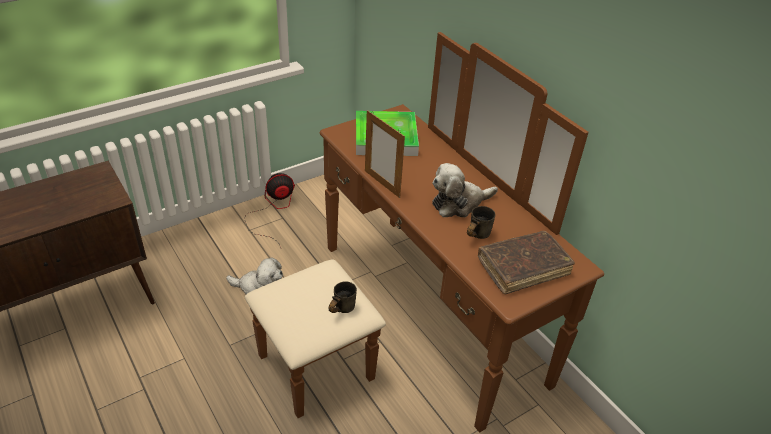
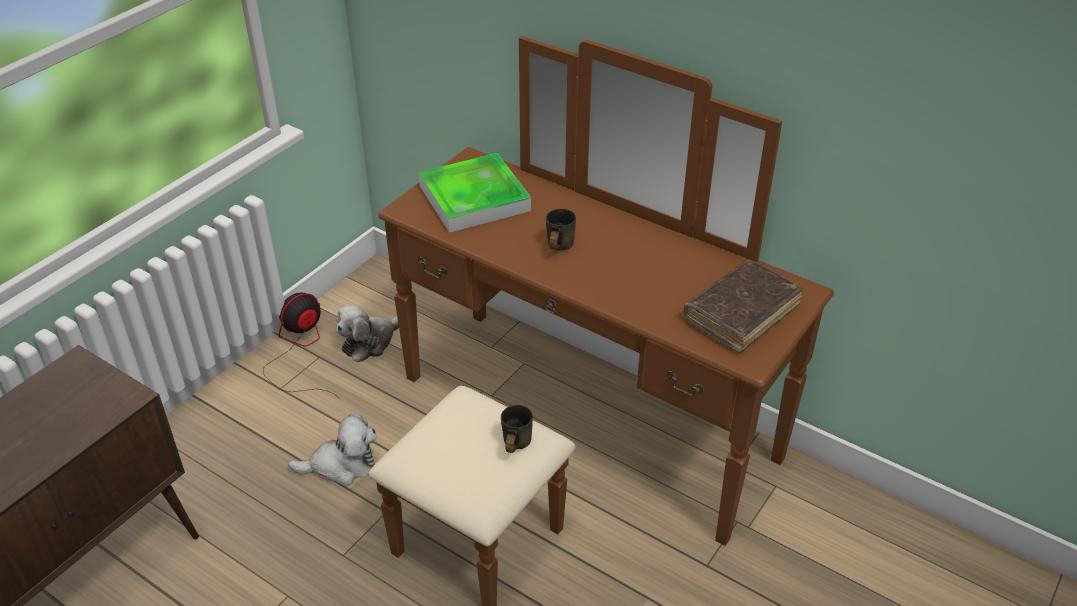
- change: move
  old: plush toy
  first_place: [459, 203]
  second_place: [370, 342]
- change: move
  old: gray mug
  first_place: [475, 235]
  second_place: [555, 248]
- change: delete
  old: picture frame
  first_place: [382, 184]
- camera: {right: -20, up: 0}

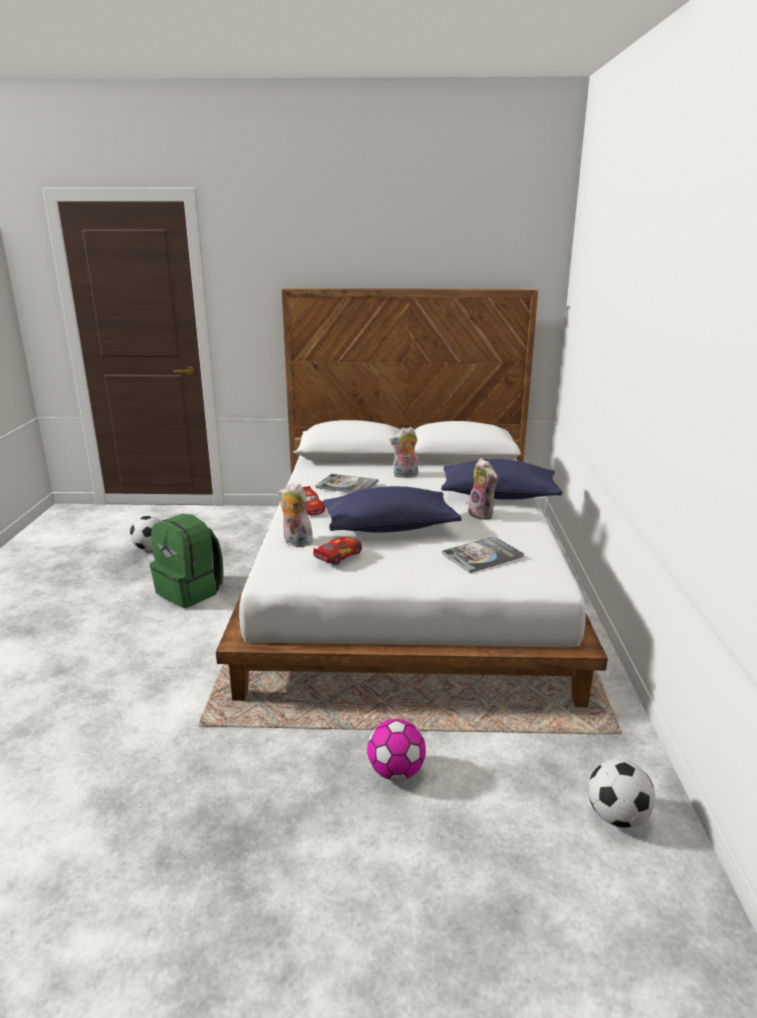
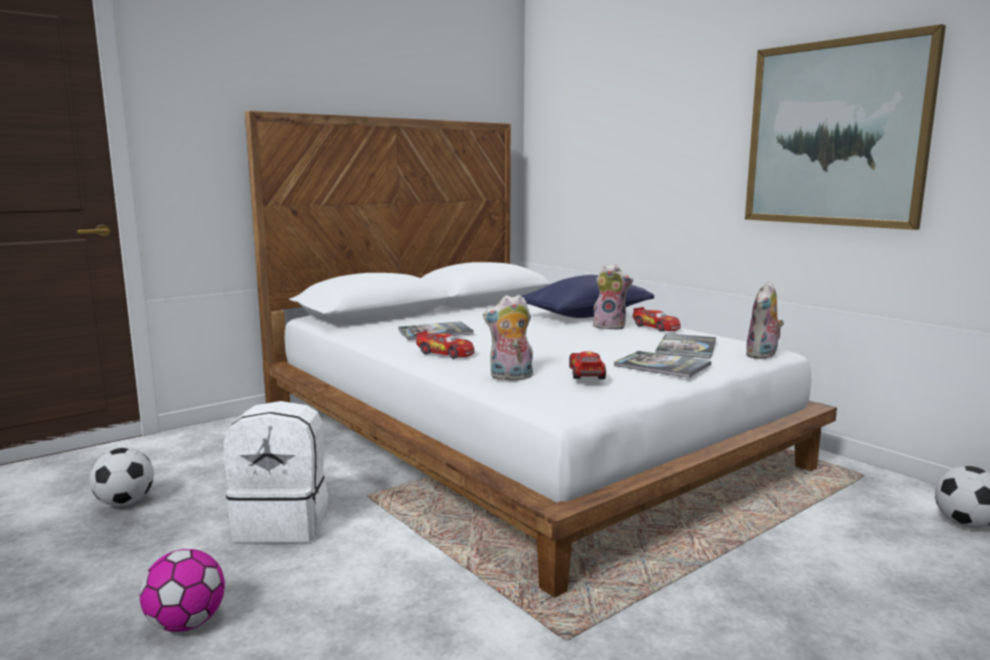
- change: move
  old: football
  first_place: [396, 772]
  second_place: [186, 624]
- change: recolor
  old: greenish rucksack
  new: white rucksack
  first_place: [191, 591]
  second_place: [284, 524]
- change: insert
  new: book
  second_place: [662, 366]
- change: insert
  new: model car
  second_place: [656, 327]
- change: insert
  new: wall art
  second_place: [835, 134]
- change: move
  old: plush toy
  first_place: [405, 476]
  second_place: [763, 355]
- change: delete
  old: blue-coloured pillow
  first_place: [389, 527]
- camera: {right: -40, up: -10}

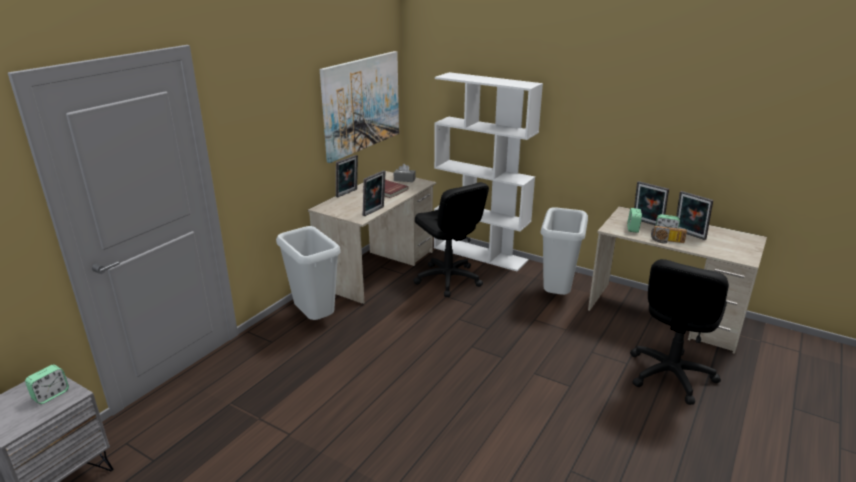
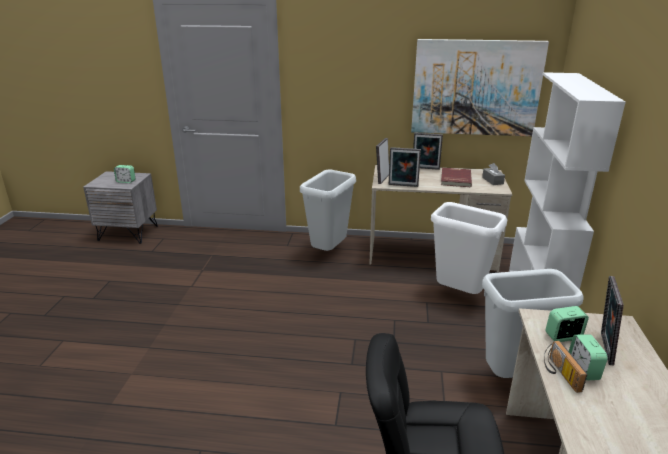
- change: move
  old: picture frame
  first_place: [688, 235]
  second_place: [382, 179]
- change: replace
  old: black computer chair
  new: white trash can
  first_place: [448, 279]
  second_place: [458, 295]
- camera: {right: 65, up: 0}

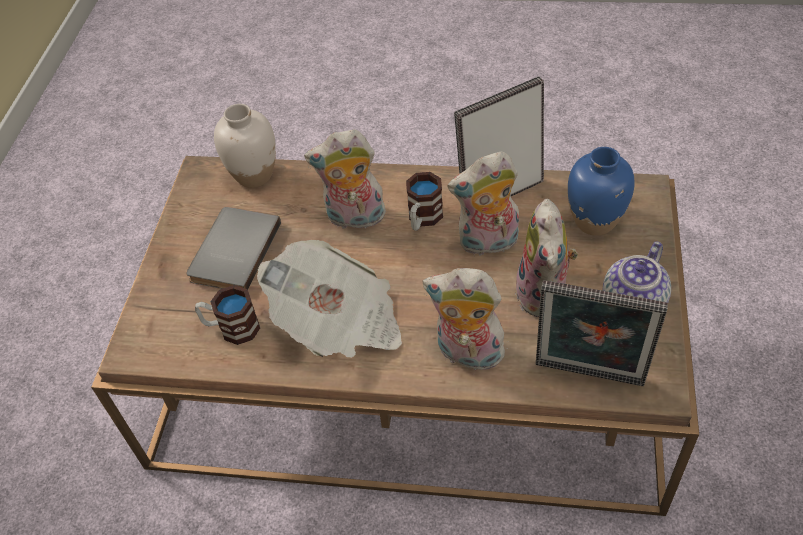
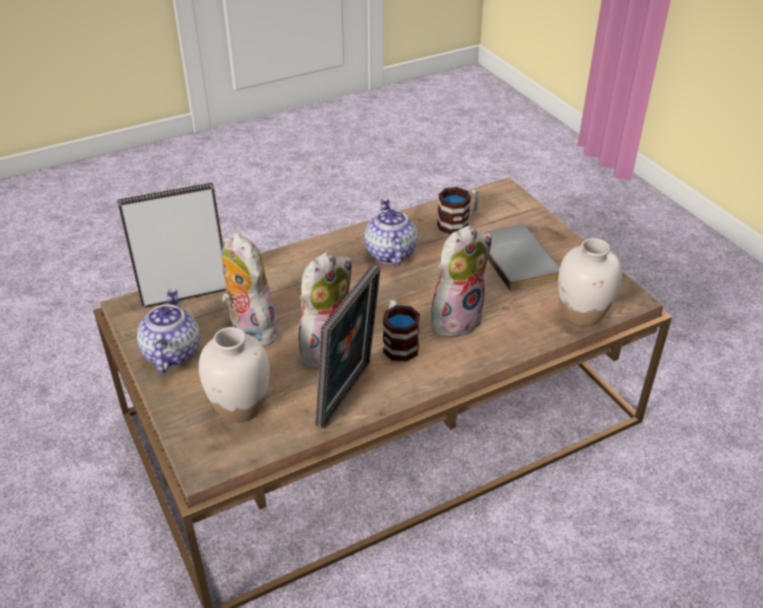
- change: recolor
  old: blue-coloured flower vase
  new: white flower vase
  first_place: [595, 221]
  second_place: [240, 408]
- change: replace
  old: printed paper
  new: tea pot
  first_place: [339, 323]
  second_place: [389, 253]
- change: delete
  old: plush toy
  first_place: [467, 354]
- camera: {right: 140, up: -10}

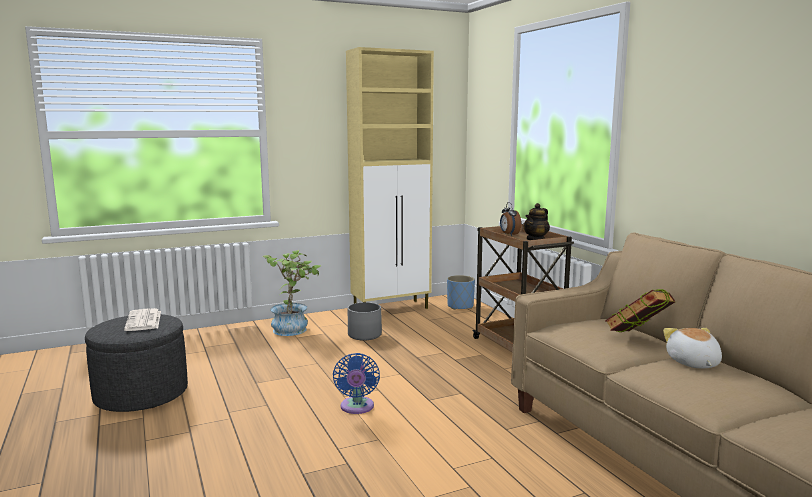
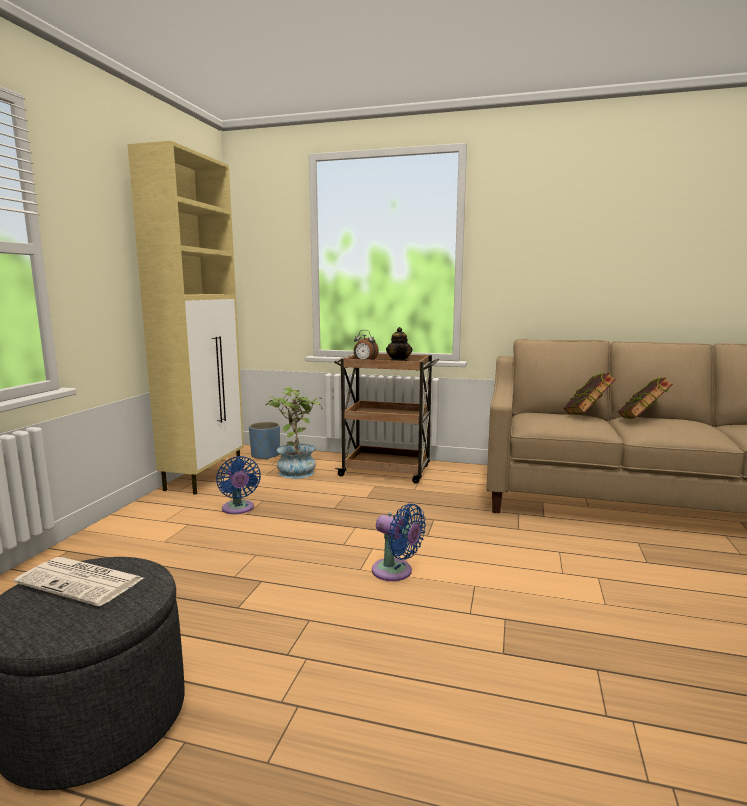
- change: replace
  old: gray planter
  new: blue-coloured electric fan
  first_place: [365, 335]
  second_place: [238, 509]
- change: move
  old: houseplant
  first_place: [294, 328]
  second_place: [296, 470]
- change: replace
  old: plush toy
  new: book
  first_place: [692, 363]
  second_place: [641, 421]
- camera: {right: -50, up: 0}

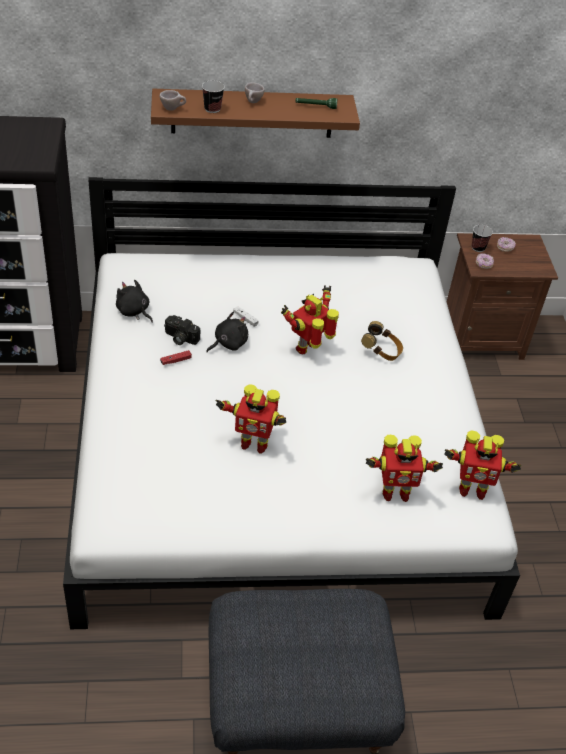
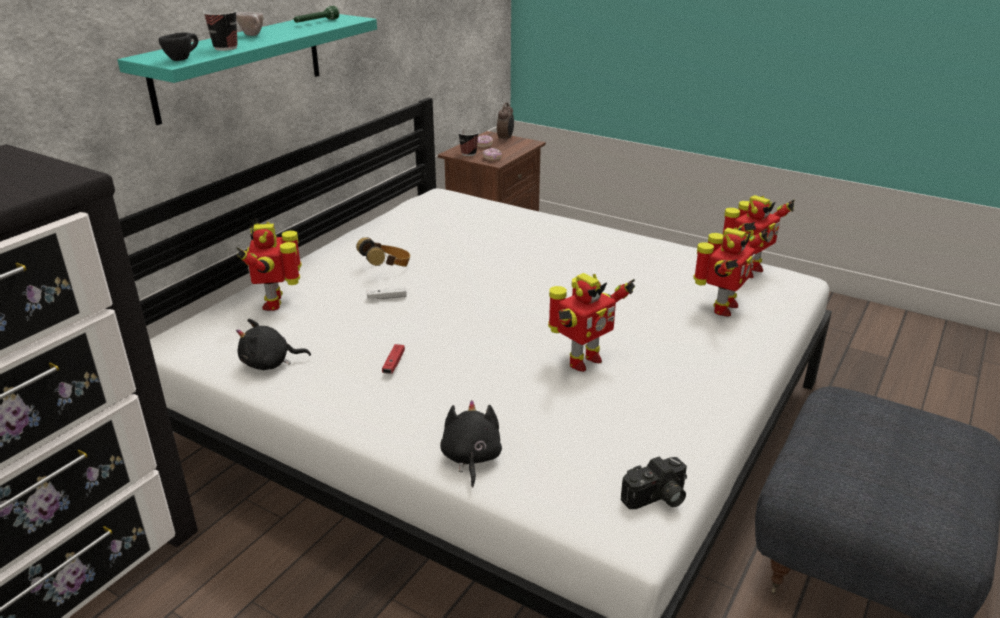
- change: recolor
  old: brown wall shelf
  new: turquoise-coloured wall shelf
  first_place: [252, 113]
  second_place: [239, 66]
- change: recolor
  old: beige-coloured drinking cup
  new: black drinking cup
  first_place: [173, 109]
  second_place: [182, 59]
- change: move
  old: robot figure
  first_place: [308, 348]
  second_place: [276, 302]
- change: move
  old: headphones
  first_place: [381, 351]
  second_place: [386, 267]
- change: move
  old: black plush toy
  first_place: [228, 343]
  second_place: [471, 458]
- change: insert
  new: table clock
  second_place: [505, 139]
- change: move
  old: photo camera
  first_place: [180, 338]
  second_place: [656, 498]
- camera: {right: -50, up: -15}

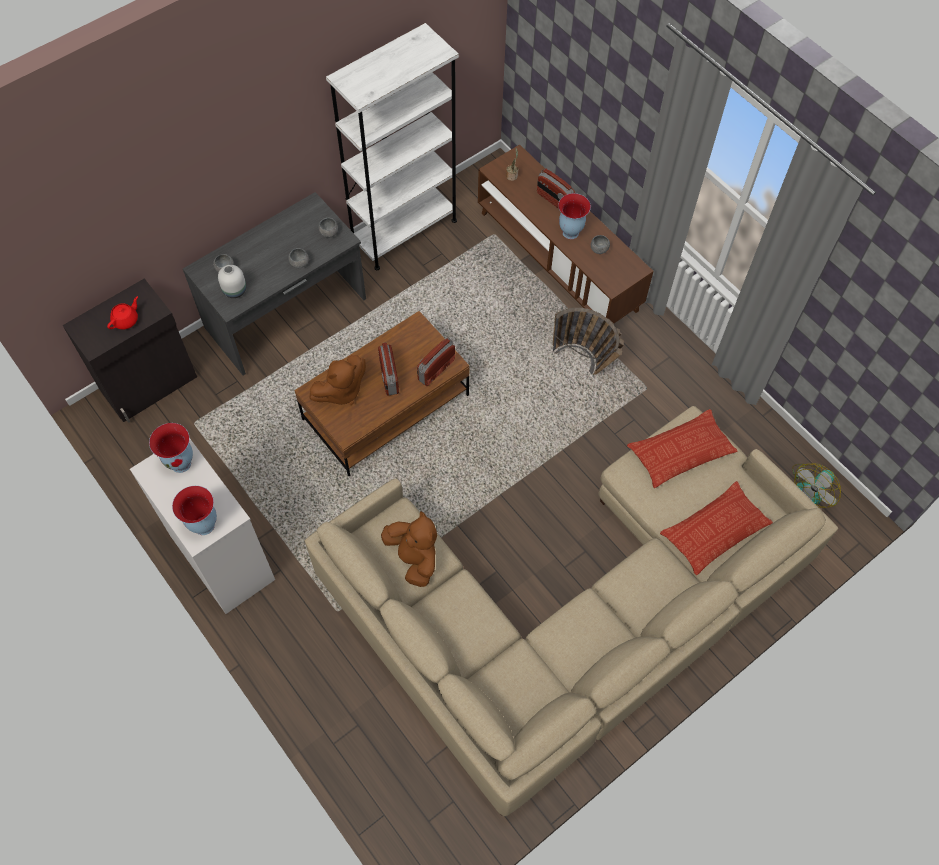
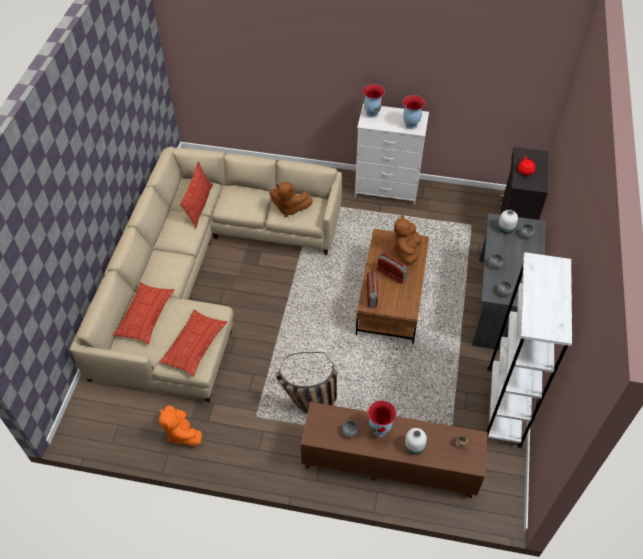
- change: insert
  new: orange-coloured plush toy
  second_place: [181, 433]
- change: insert
  new: pillow
  second_place: [199, 205]
- change: replace
  old: radio receiver
  new: white flower vase
  first_place: [554, 200]
  second_place: [413, 447]
- change: delete
  old: electric fan
  first_place: [810, 489]
- camera: {right: 140, up: -10}

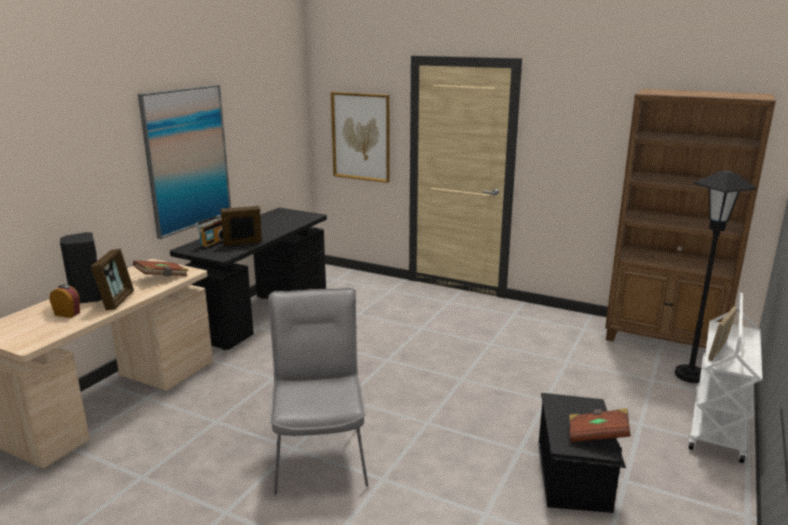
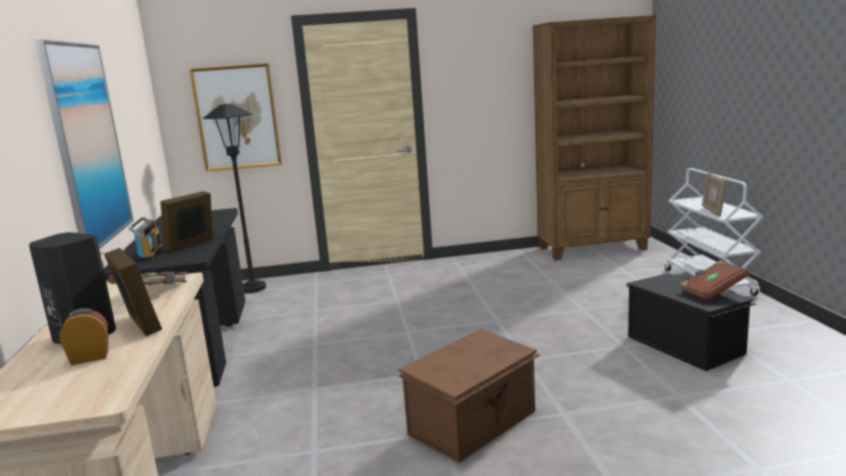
- change: move
  old: black floor lamp
  first_place: [690, 375]
  second_place: [253, 288]
- change: replace
  old: gray plain chair
  new: brown storage box
  first_place: [320, 453]
  second_place: [474, 423]
- camera: {right: -35, up: -5}

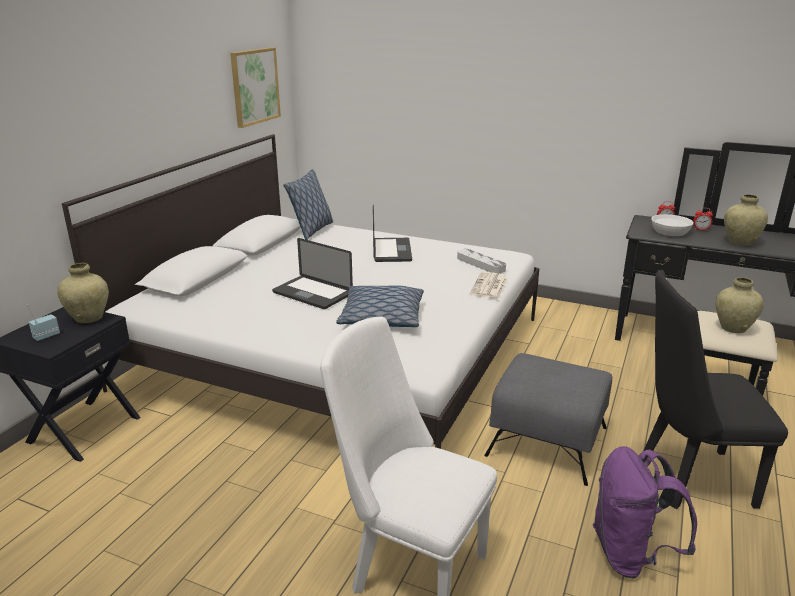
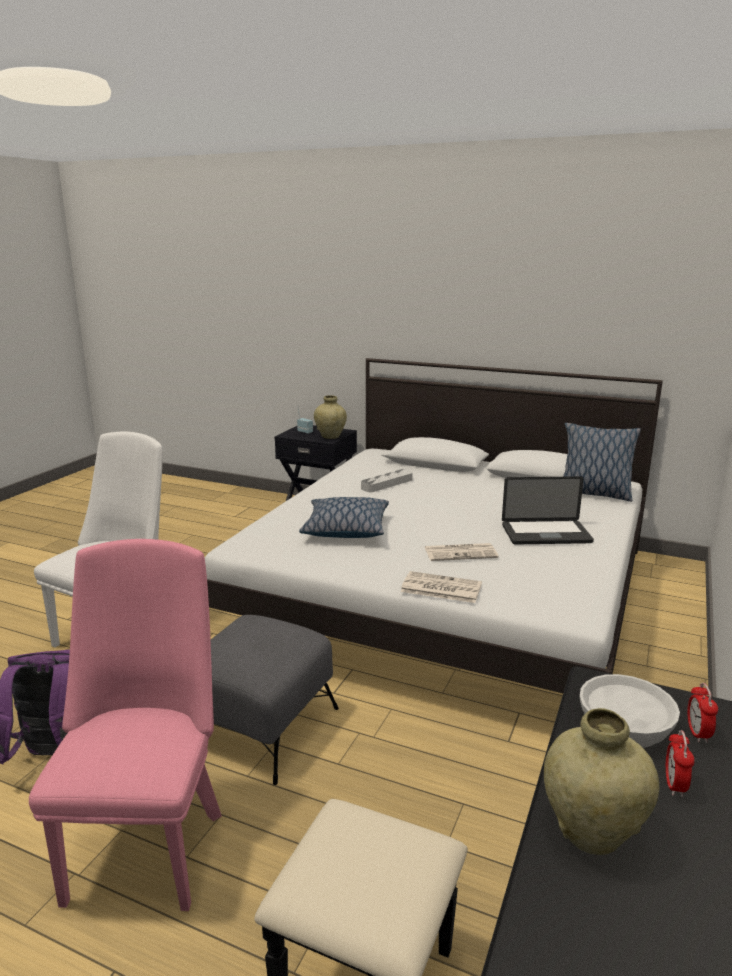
- change: recolor
  old: black plain chair
  new: pink-coloured plain chair
  first_place: [687, 477]
  second_place: [148, 844]
- change: move
  old: gray tray
  first_place: [480, 264]
  second_place: [387, 484]
- change: insert
  new: printed paper
  second_place: [461, 552]
- change: delete
  old: wall art
  first_place: [254, 86]
- change: delete
  old: portable computer
  first_place: [312, 293]
- change: delete
  old: beige-coloured flower vase
  first_place: [733, 328]
- camera: {right: 90, up: -5}

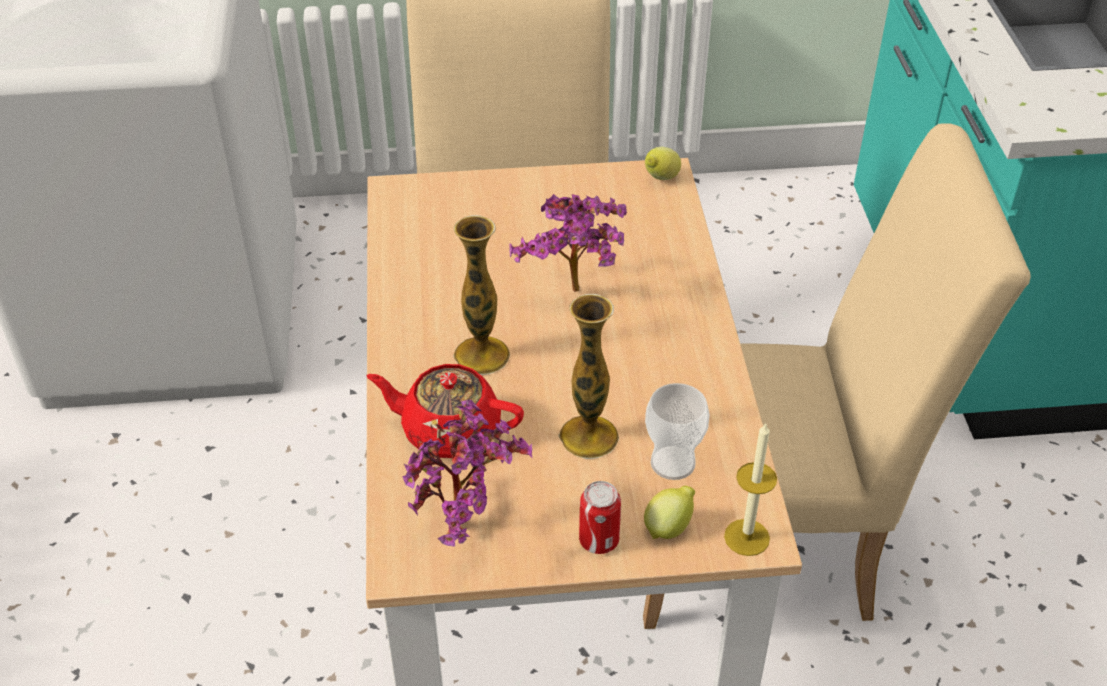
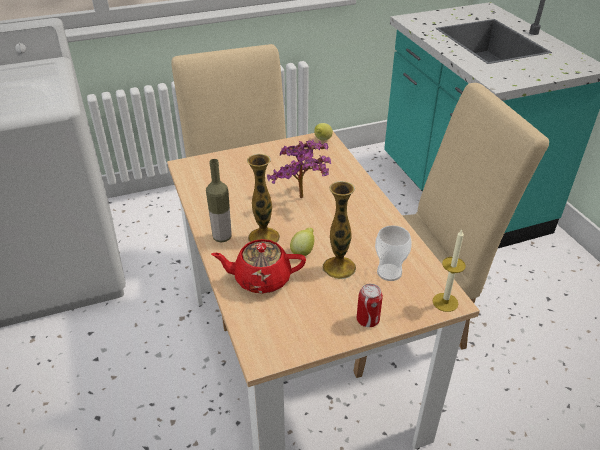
- change: insert
  new: bottle
  second_place: [222, 237]
- change: move
  old: lemon
  first_place: [669, 527]
  second_place: [303, 252]
- change: delete
  old: houseplant
  first_place: [466, 527]
- camera: {right: -15, up: -5}

